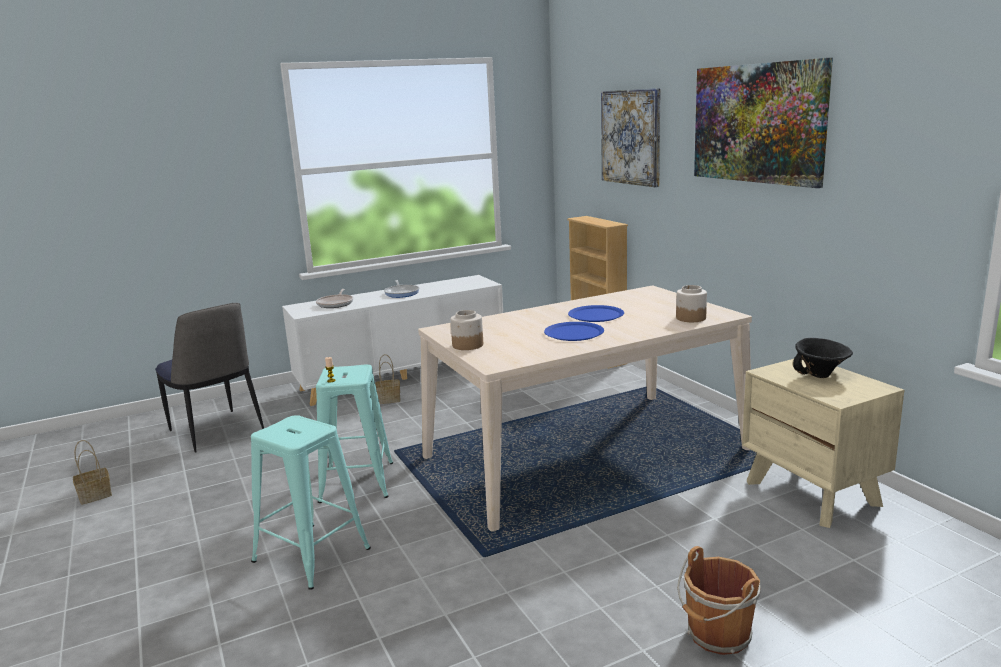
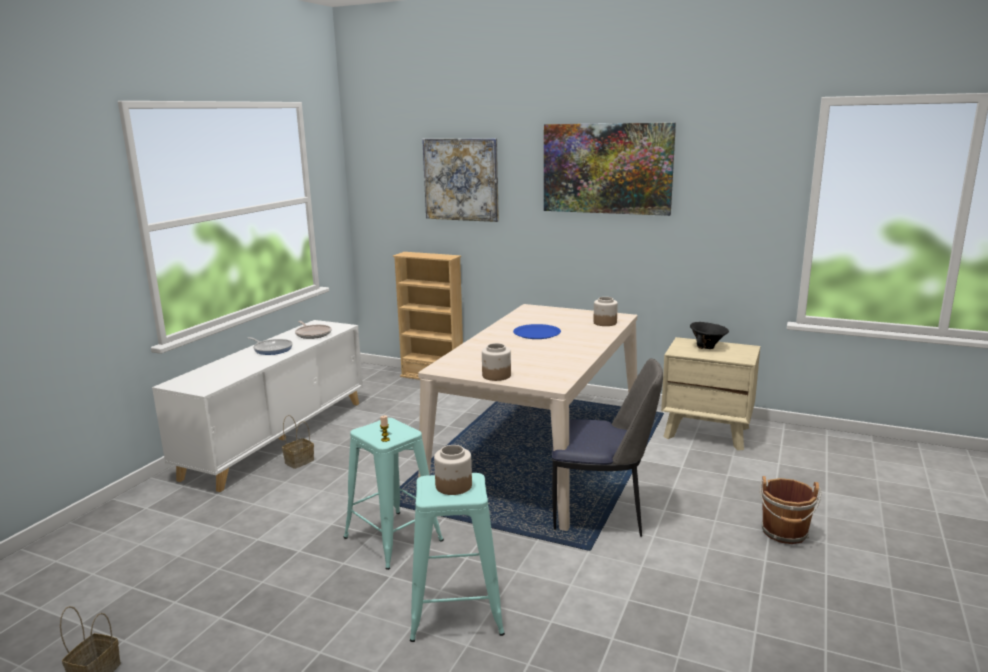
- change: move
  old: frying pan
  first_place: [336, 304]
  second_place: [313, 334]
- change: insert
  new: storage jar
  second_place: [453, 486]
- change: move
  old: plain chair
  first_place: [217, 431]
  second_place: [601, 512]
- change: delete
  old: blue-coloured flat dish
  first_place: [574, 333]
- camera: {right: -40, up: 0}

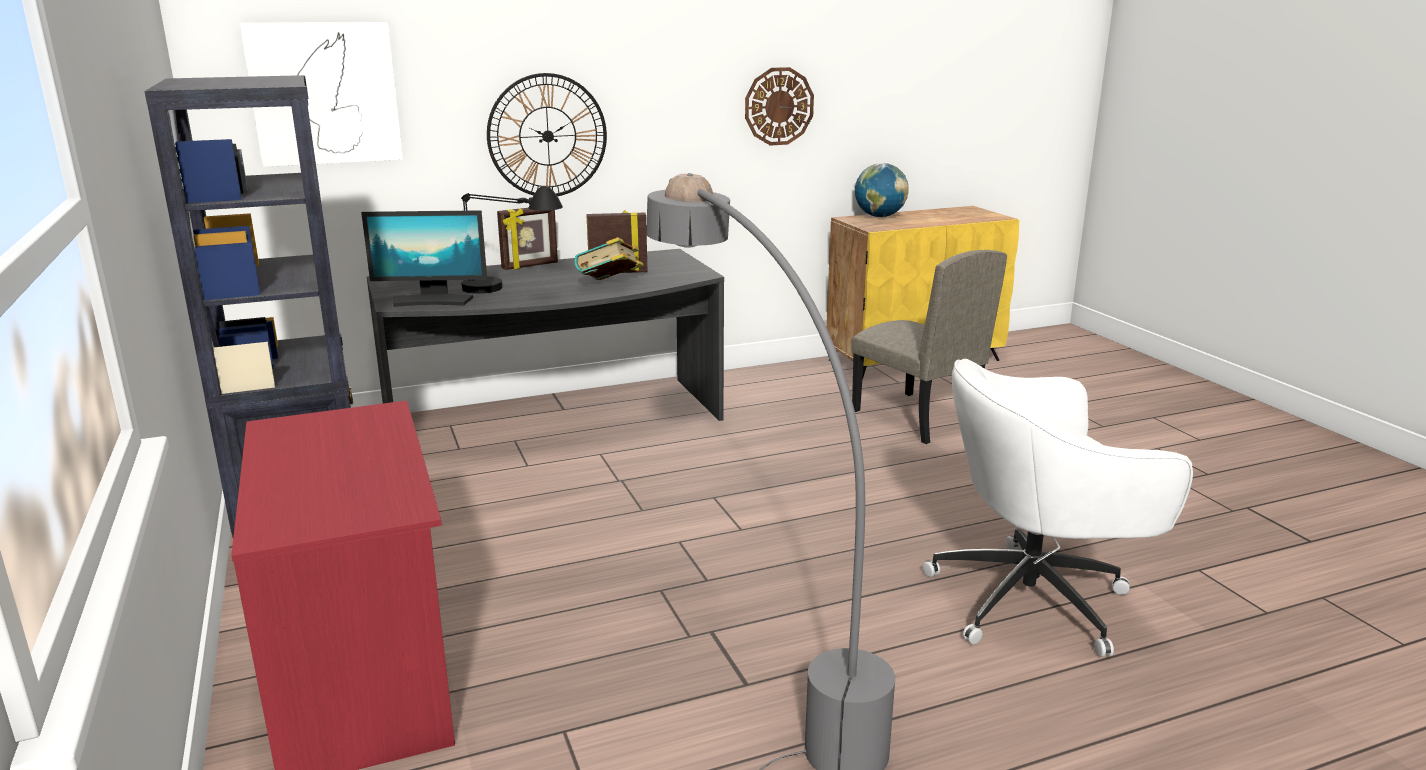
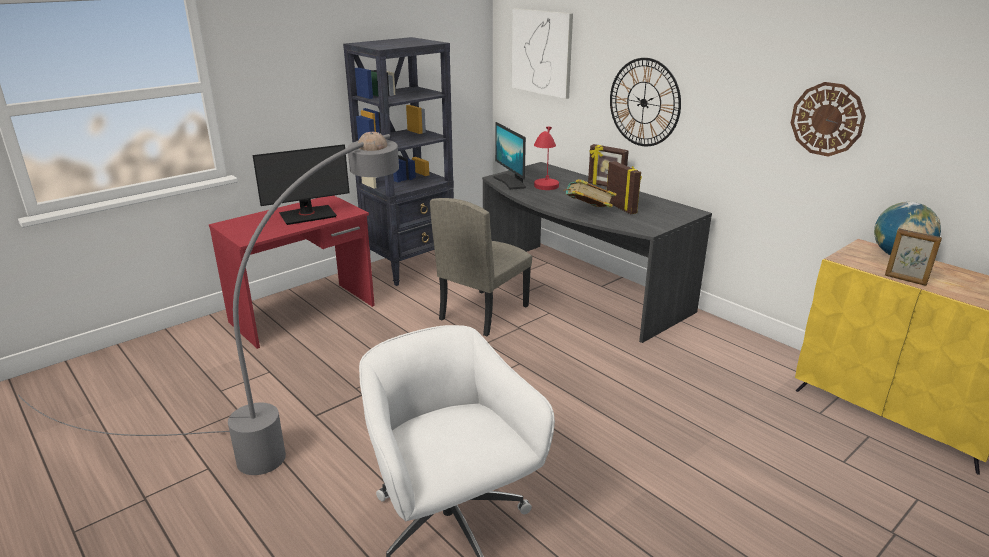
- change: insert
  new: computer display
  second_place: [307, 215]
- change: move
  old: beige-coloured plain chair
  first_place: [915, 418]
  second_place: [483, 312]
- change: recolor
  old: black lamp for a table
  new: red lamp for a table
  first_place: [511, 292]
  second_place: [545, 193]
- change: insert
  new: picture frame
  second_place: [905, 280]
- camera: {right: 70, up: 5}

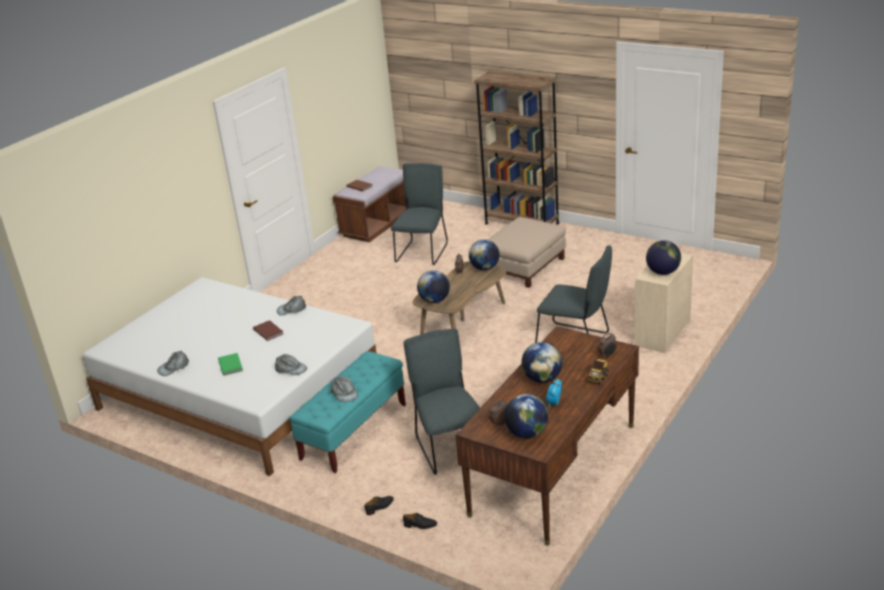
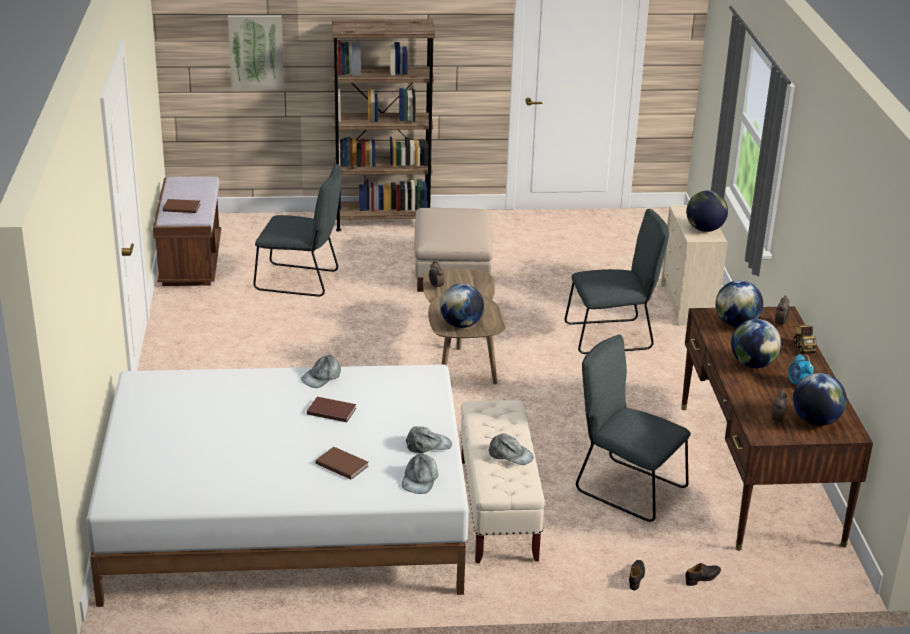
- change: insert
  new: wall art
  second_place: [256, 52]
- change: rotate
  old: gray plain chair
  first_place: [423, 251]
  second_place: [301, 281]
  degrees: 120
- change: recolor
  old: greenish book
  new: brown book
  first_place: [231, 365]
  second_place: [342, 464]
- change: move
  old: gray peaked cap
  first_place: [174, 367]
  second_place: [419, 479]
- change: recolor
  old: turquoise-coloured indoor bench
  new: beige-coloured indoor bench
  first_place: [354, 431]
  second_place: [498, 509]
- change: move
  old: world globe
  first_place: [485, 268]
  second_place: [736, 324]
- camera: {right: -40, up: 0}

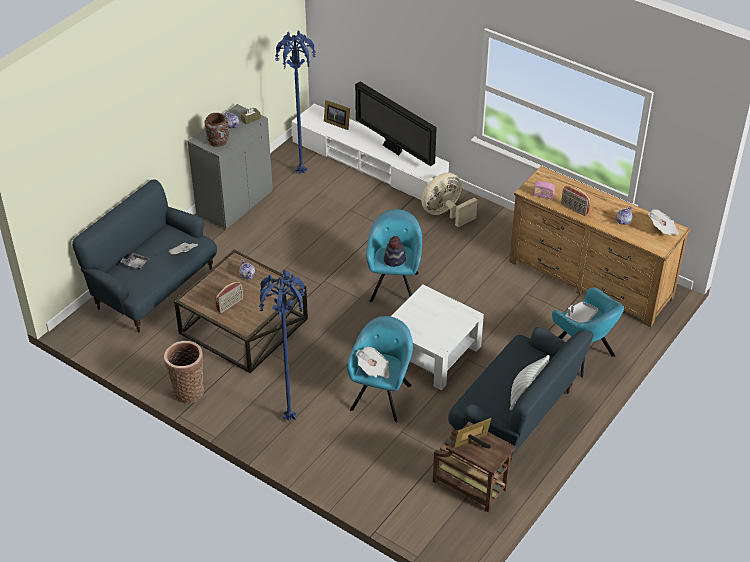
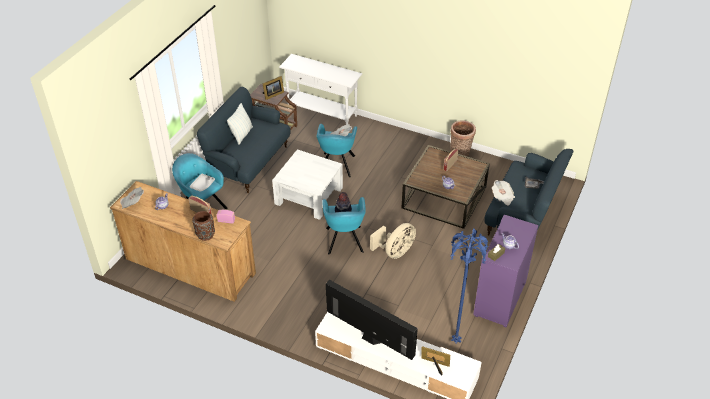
- change: move
  old: brown flower vase
  first_place: [218, 141]
  second_place: [205, 234]
- change: insert
  new: white hall table
  second_place: [322, 113]
- change: move
  old: beige-coloured electric fan
  first_place: [446, 214]
  second_place: [395, 252]
- change: recolor
  old: gray cupboard
  new: purple-coloured cupboard
  first_place: [234, 203]
  second_place: [500, 299]
- change: delete
  old: blue-coloured floor lamp
  first_place: [291, 419]
- camera: {right: 170, up: 0}

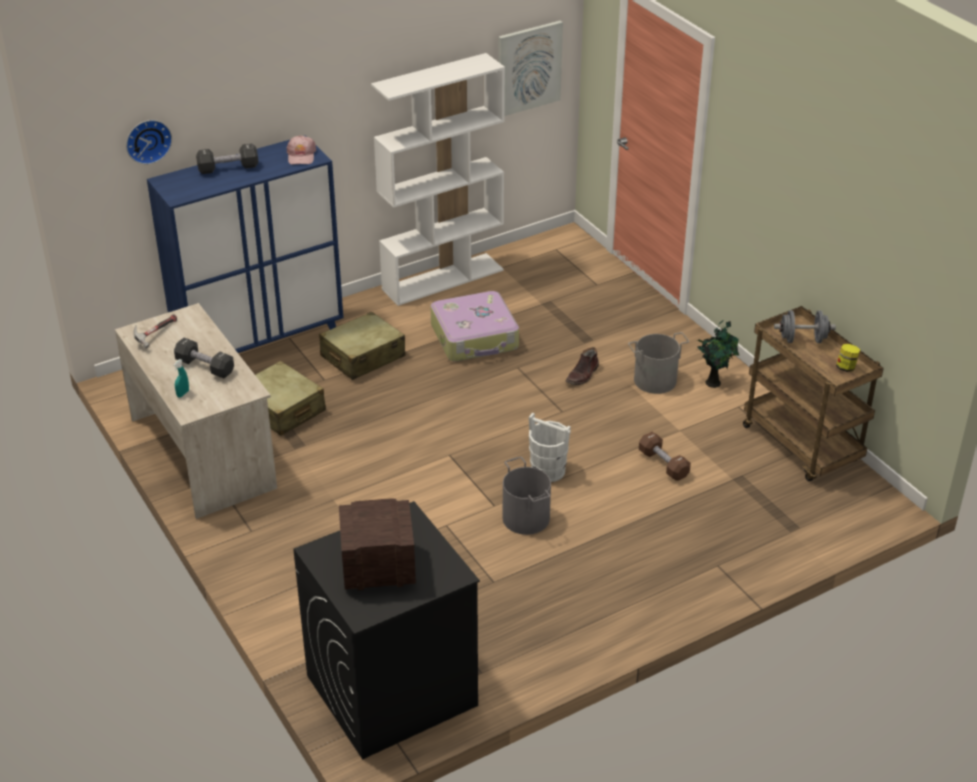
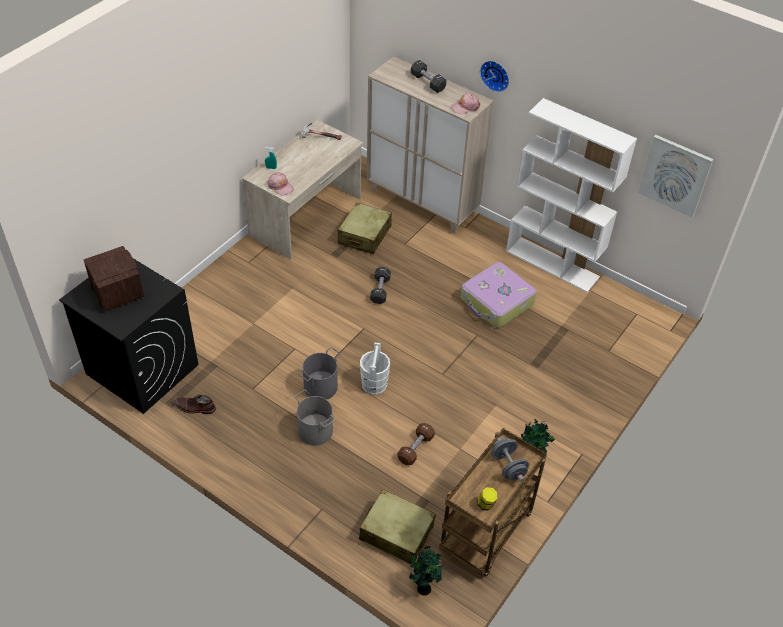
- change: move
  old: brown boot
  first_place: [582, 375]
  second_place: [195, 407]
- change: insert
  new: pink-coloured peaked cap
  second_place: [280, 186]
- change: move
  old: gray water bucket
  first_place: [655, 381]
  second_place: [315, 431]
- change: move
  old: beige-coloured piece of luggage
  first_place: [362, 357]
  second_place: [396, 532]
- change: recolor
  old: blue-coloured cupboard
  new: beige-coloured cupboard
  first_place: [260, 344]
  second_place: [422, 203]
- change: move
  old: black free weight
  first_place: [205, 367]
  second_place: [380, 290]
- change: insert
  new: houseplant
  second_place: [423, 587]
- change: move
  old: clock on the wall
  first_place: [147, 140]
  second_place: [496, 75]
- camera: {right: 65, up: 10}

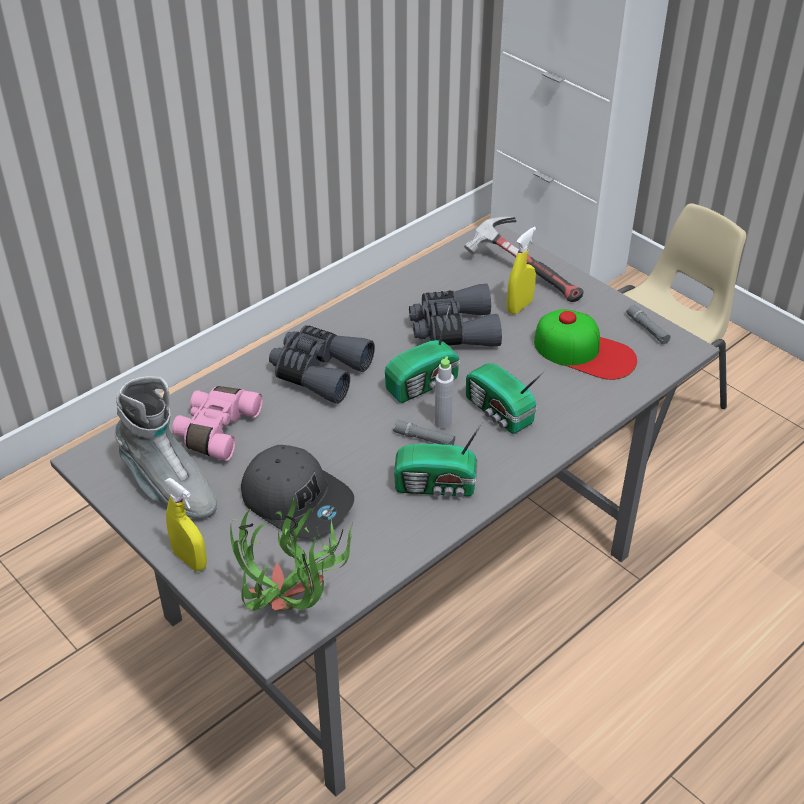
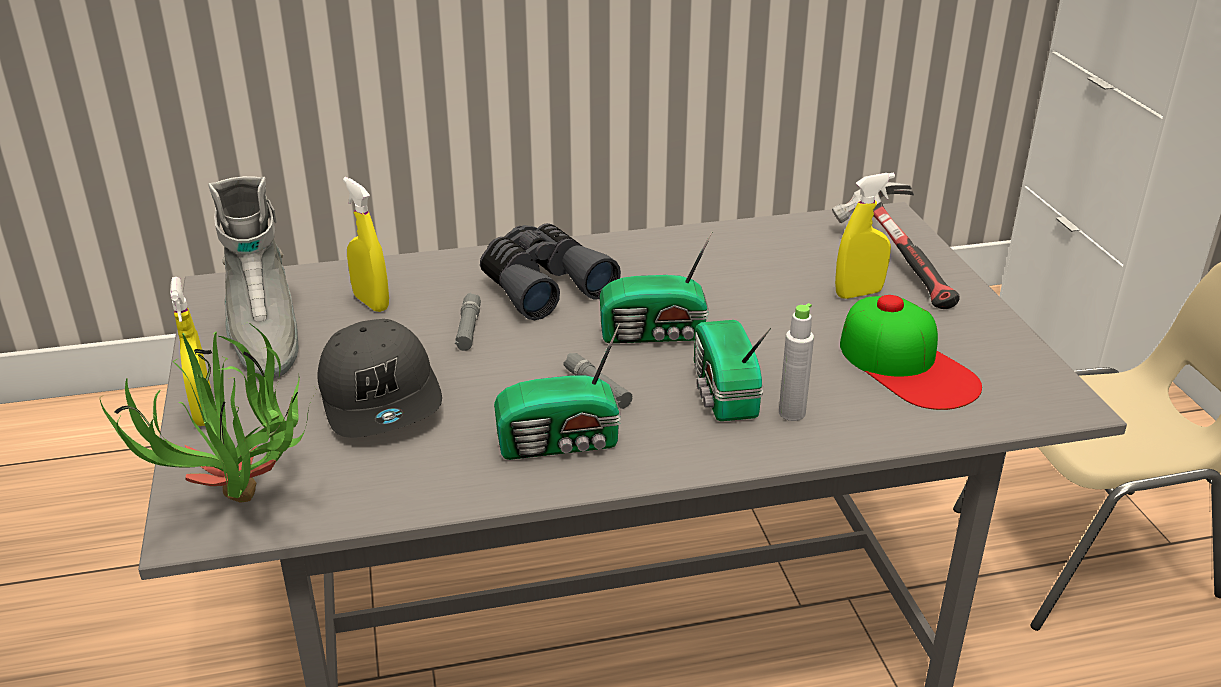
- change: replace
  old: pink-coloured field glasses
  new: yellow-coloured hand sprayer
  first_place: [215, 430]
  second_place: [371, 302]
- change: move
  old: gray torch
  first_place: [647, 328]
  second_place: [468, 328]
- change: rotate
  old: radio receiver
  first_place: [437, 486]
  second_place: [562, 443]
  degrees: -45
- change: move
  old: gray bottle
  first_place: [443, 422]
  second_place: [792, 413]
- change: delete
  old: gray field glasses
  first_place: [453, 330]
- camera: {right: 30, up: -10}

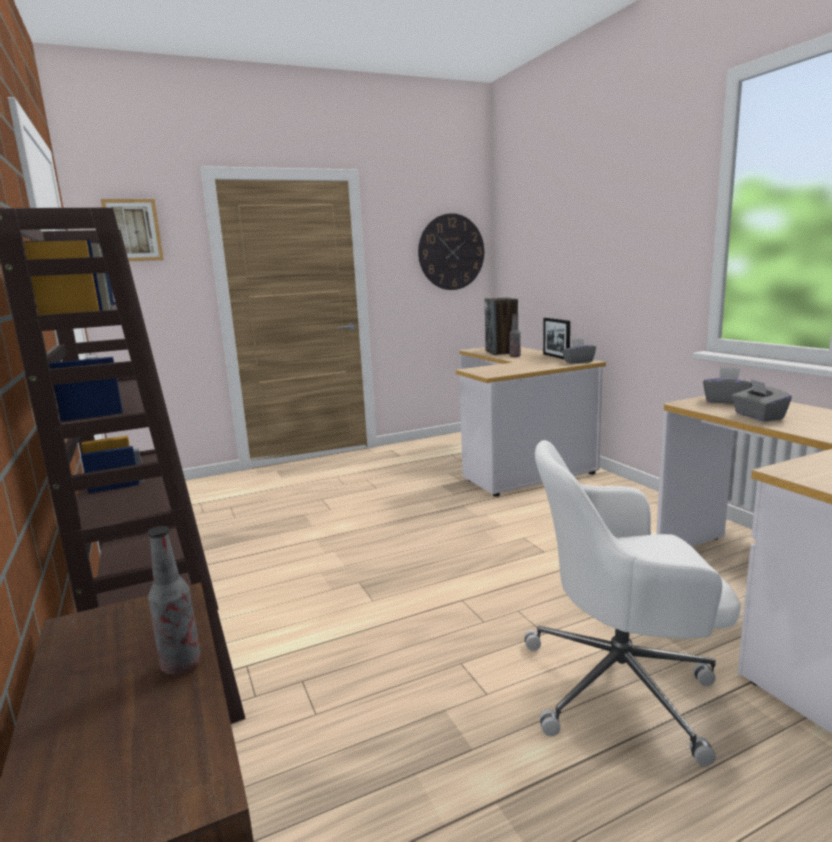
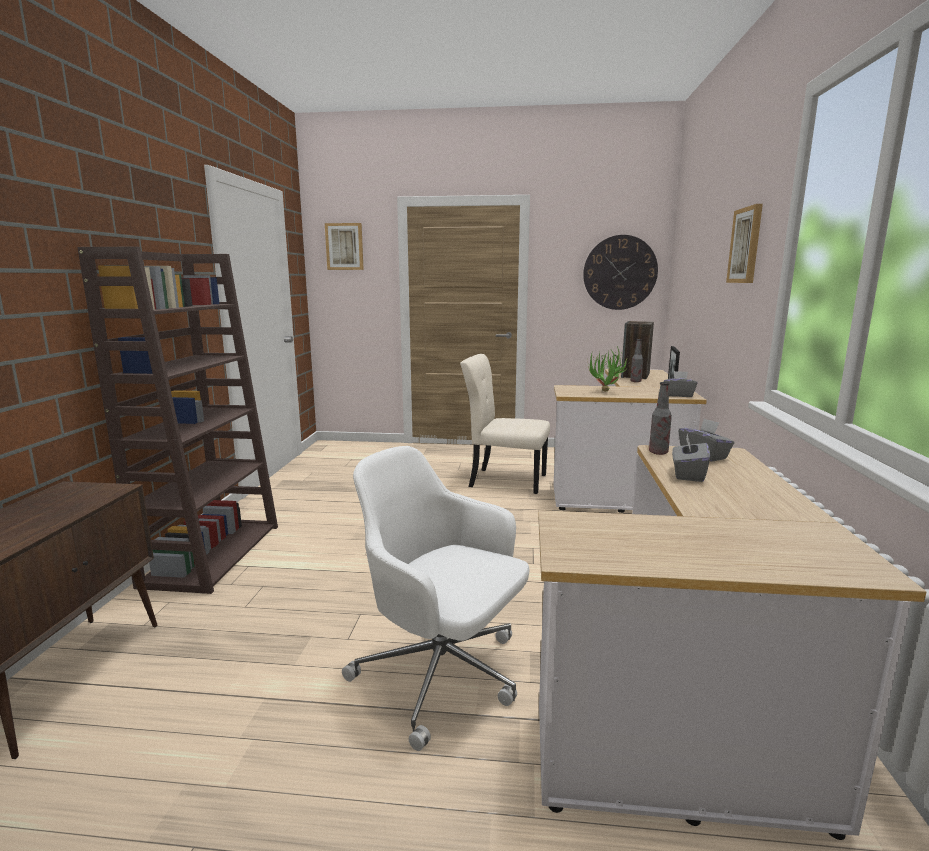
- change: insert
  new: beige-coloured plain chair
  second_place: [504, 480]
- change: insert
  new: houseplant
  second_place: [606, 392]
- change: move
  old: bottle
  first_place: [181, 665]
  second_place: [658, 452]
- change: insert
  new: wall art
  second_place: [746, 245]
- camera: {right: 30, up: 0}

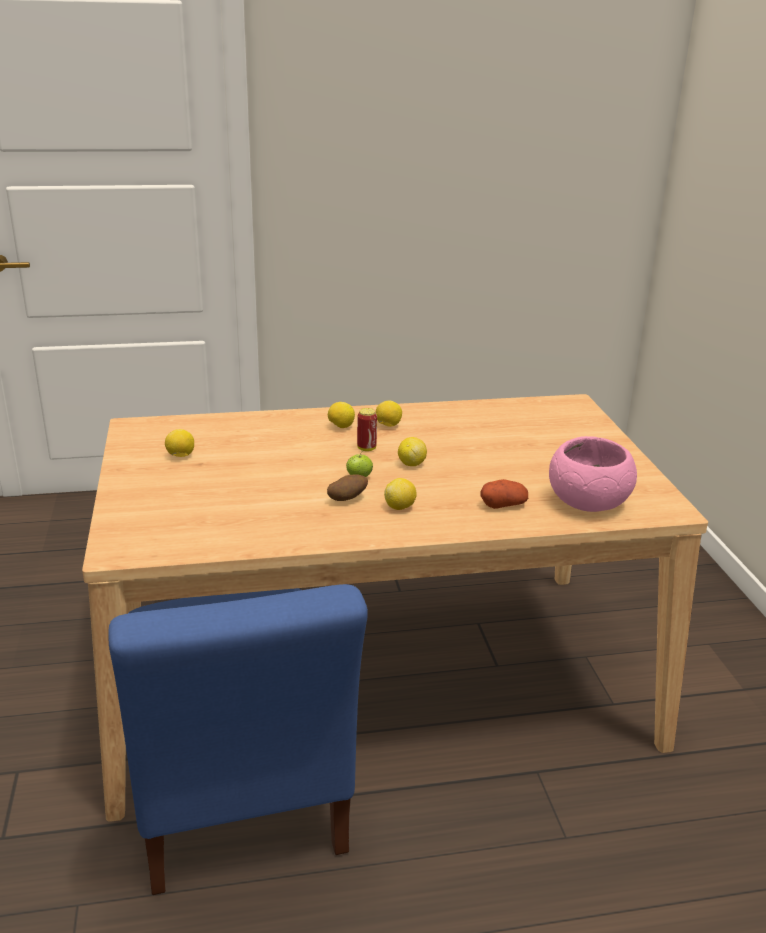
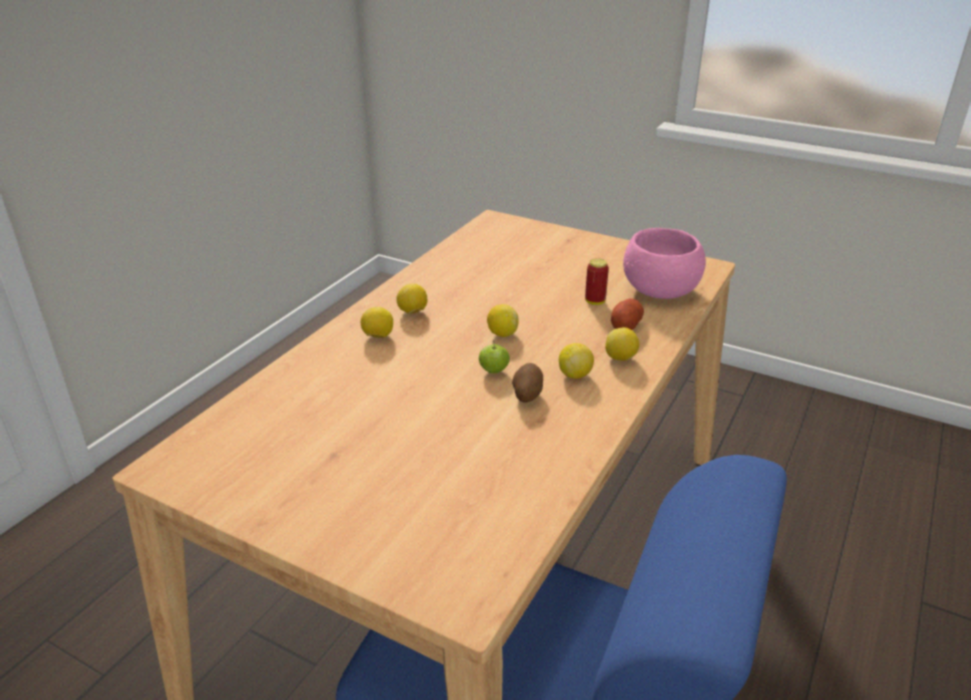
- change: move
  old: can
  first_place: [366, 448]
  second_place: [595, 302]
- change: move
  old: lemon
  first_place: [180, 456]
  second_place: [620, 358]
- camera: {right: -50, up: 5}

